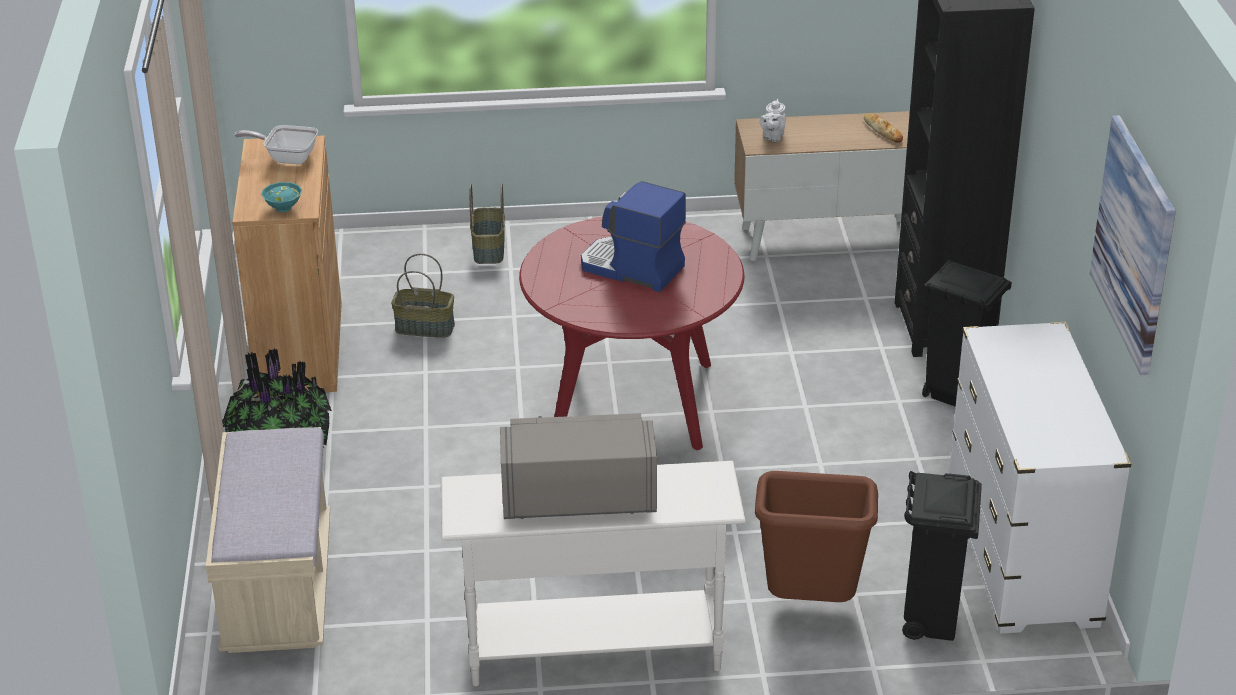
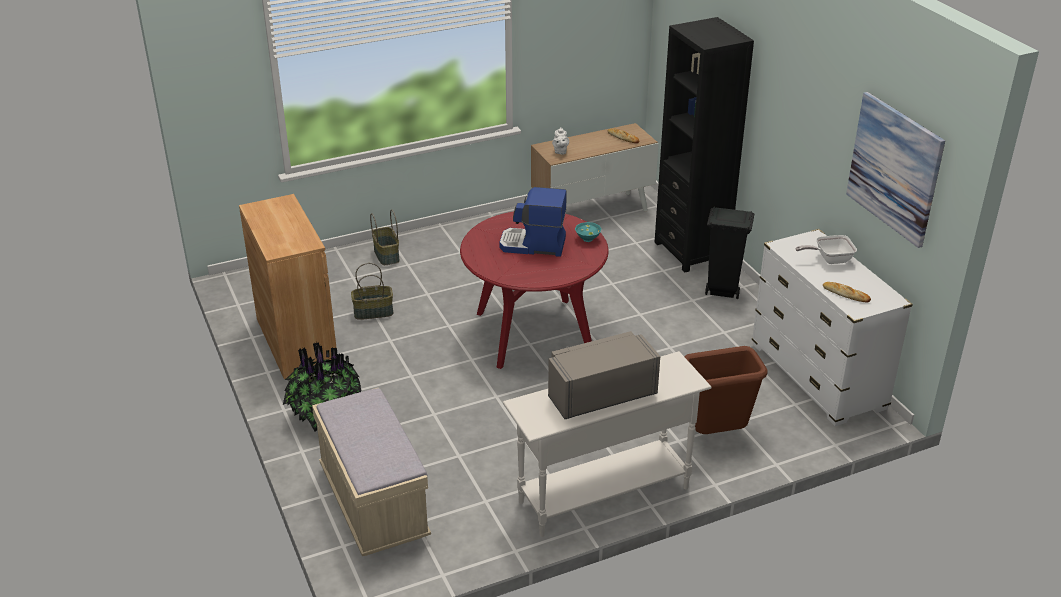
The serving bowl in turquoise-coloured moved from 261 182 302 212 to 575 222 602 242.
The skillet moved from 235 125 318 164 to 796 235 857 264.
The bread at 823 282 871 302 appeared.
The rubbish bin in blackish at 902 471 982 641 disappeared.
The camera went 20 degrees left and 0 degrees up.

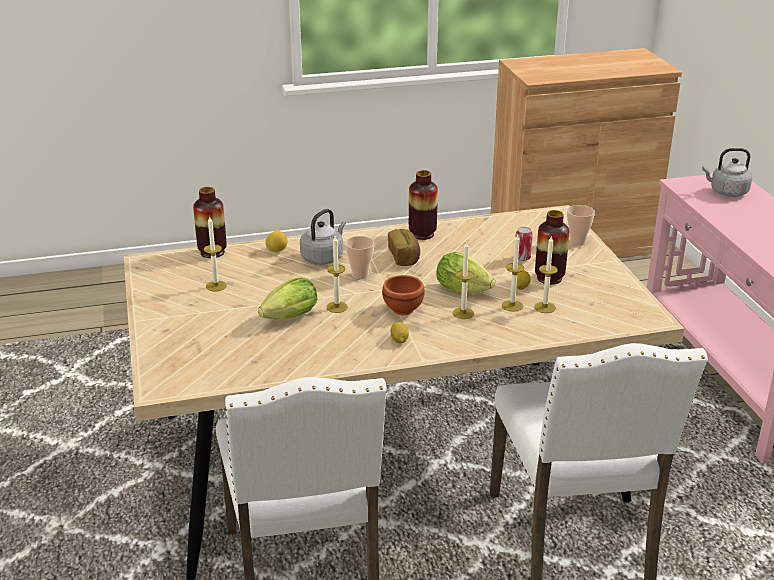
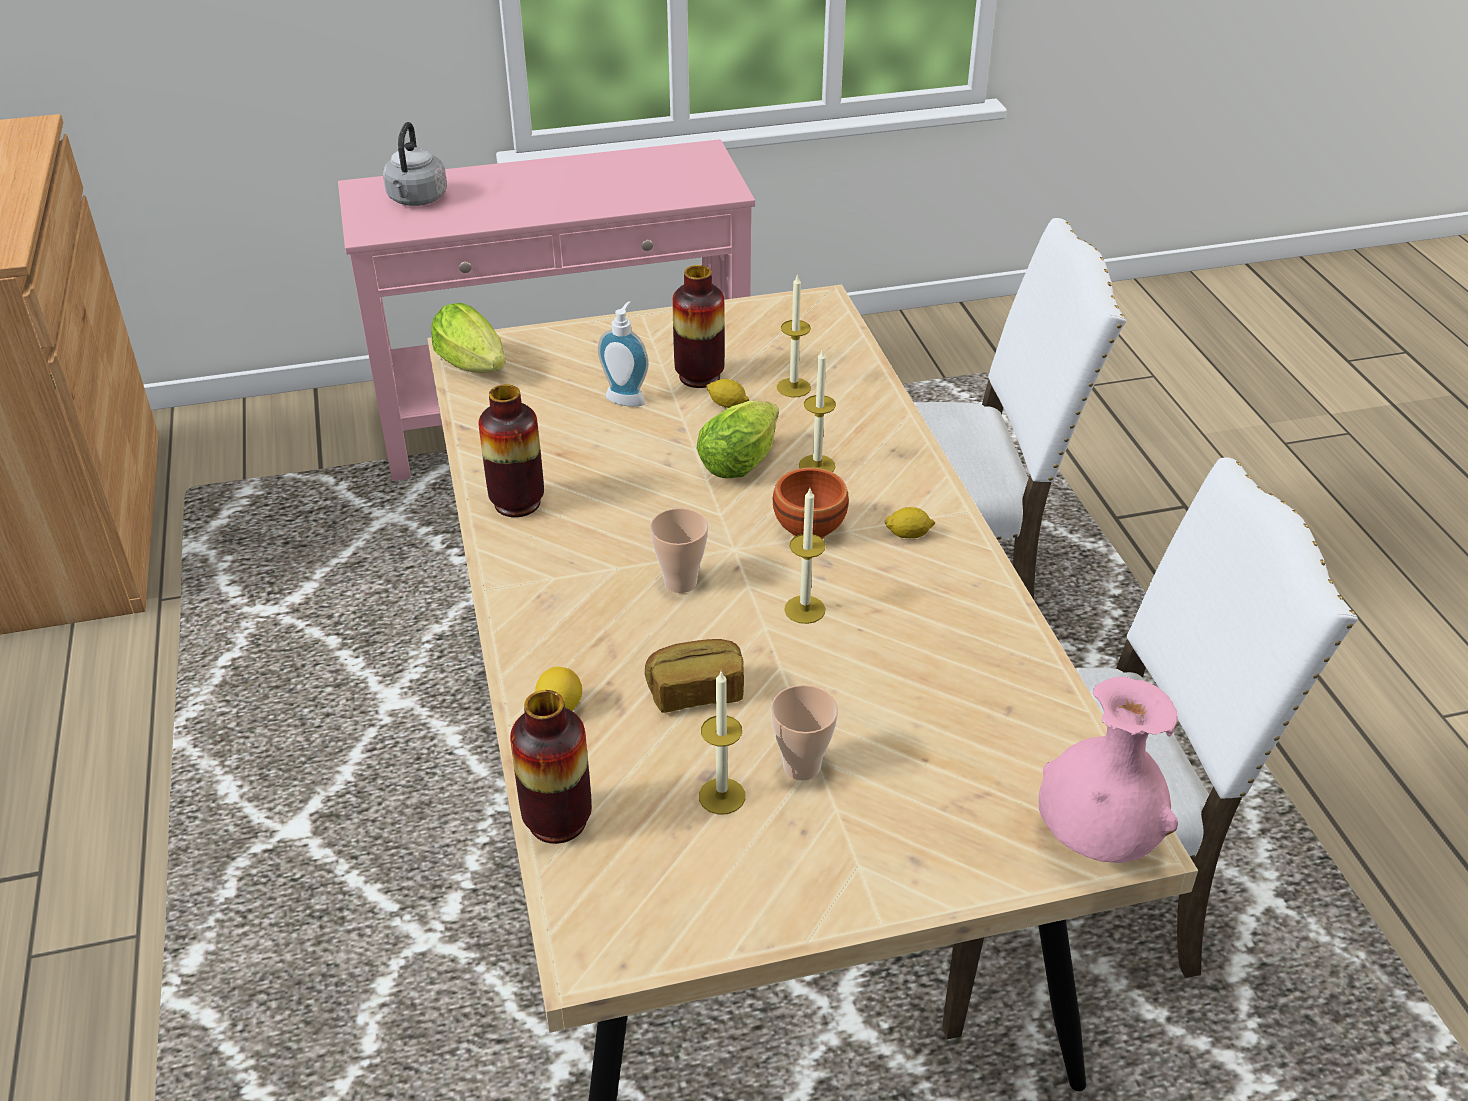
The lettuce head moved from 258 278 317 320 to 431 303 506 373.
The can at 515 227 533 261 was replaced by the soap dispenser at 598 301 649 407.
The bread moved from 388 229 420 266 to 645 639 744 713.
The small cup moved from 567 205 595 246 to 771 685 838 781.
The decorative vase in pink-coloured at 1039 677 1178 863 appeared.
The kettle in greyish at 300 209 346 265 disappeared.
The wax candle at 502 234 524 312 disappeared.
The camera went 90 degrees left and 10 degrees up.

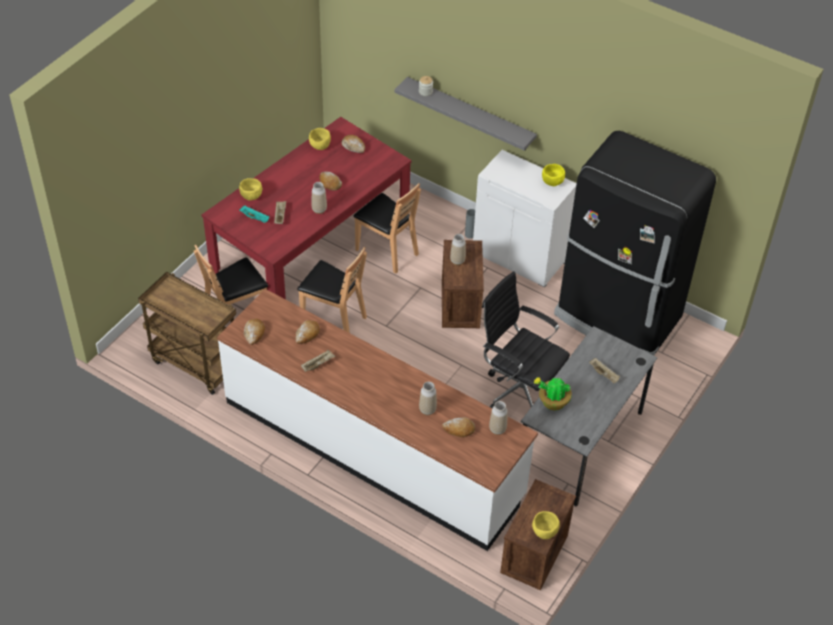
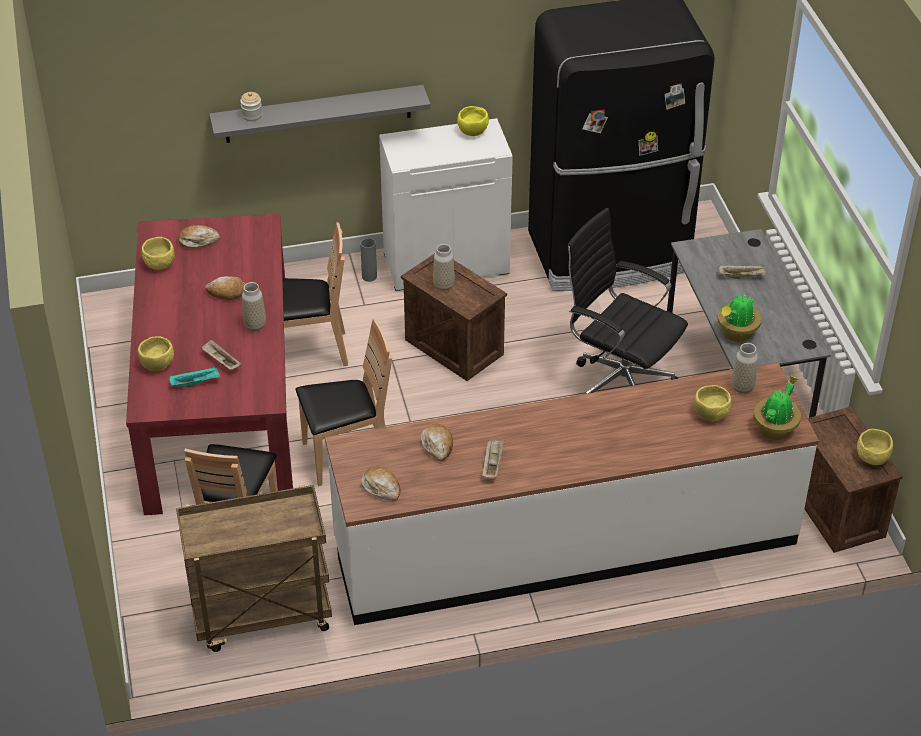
The computer chair in blackish at 482 271 570 408 turned 45 degrees clockwise.
The bread at 442 417 475 437 was replaced by the serving bowl in yellow at 694 385 731 421.
The plant in a pot at 753 375 801 440 appeared.
The decorative vase at 419 382 437 415 disappeared.
The camera went 45 degrees left and 5 degrees down.

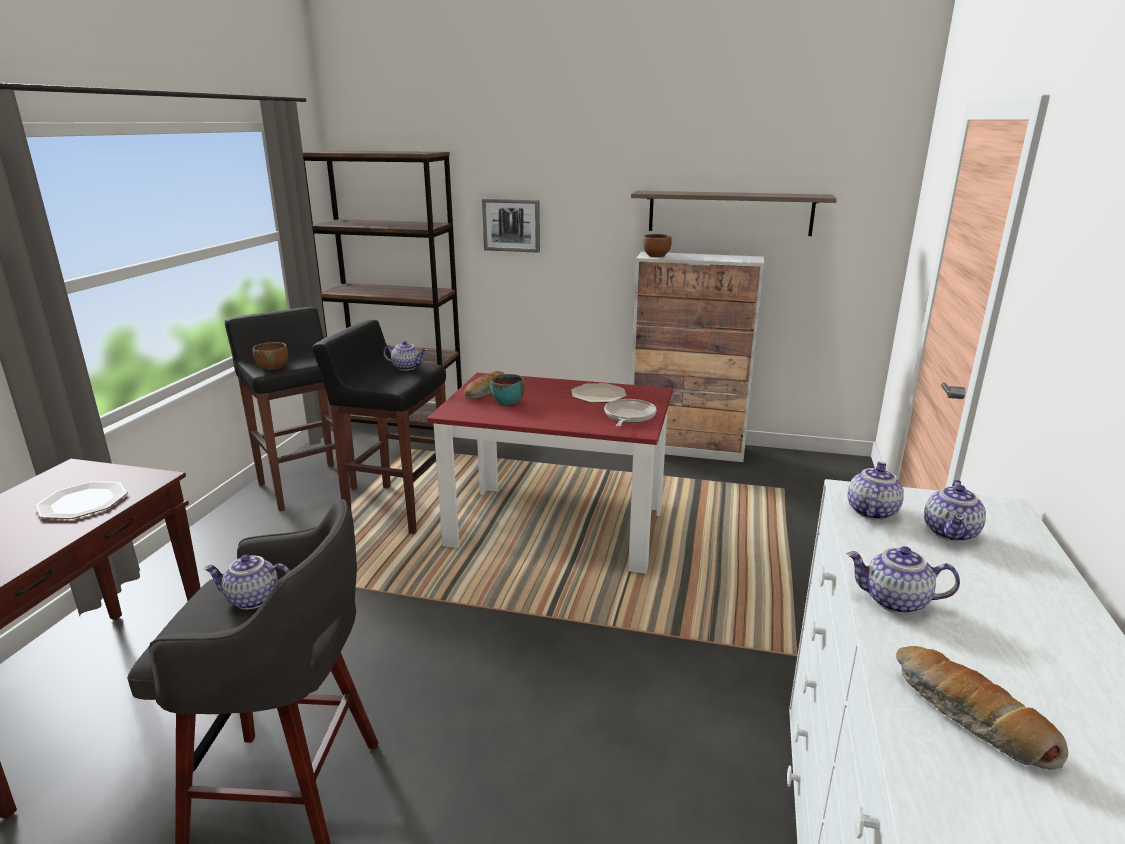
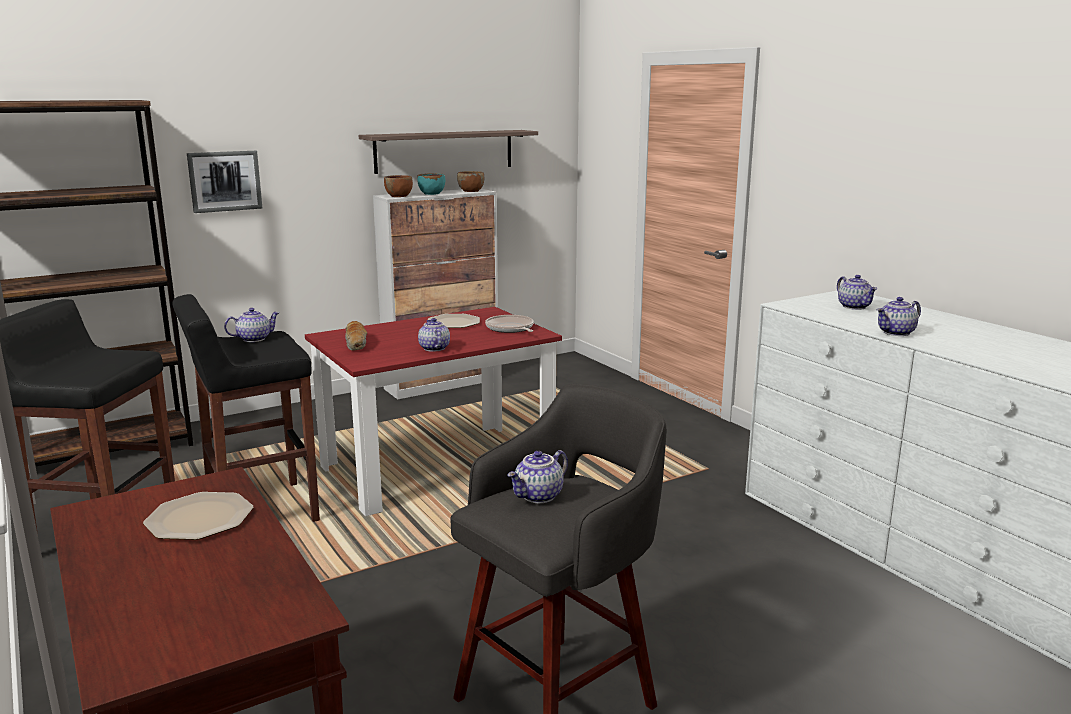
The serving bowl in turquoise-coloured moved from 490 374 525 405 to 417 173 445 195.
The teapot moved from 847 462 904 520 to 418 318 450 352.
The serving bowl in brown moved from 253 342 288 370 to 457 171 484 192.
The bread at 896 646 1068 770 disappeared.
The camera went 45 degrees left and 5 degrees down.

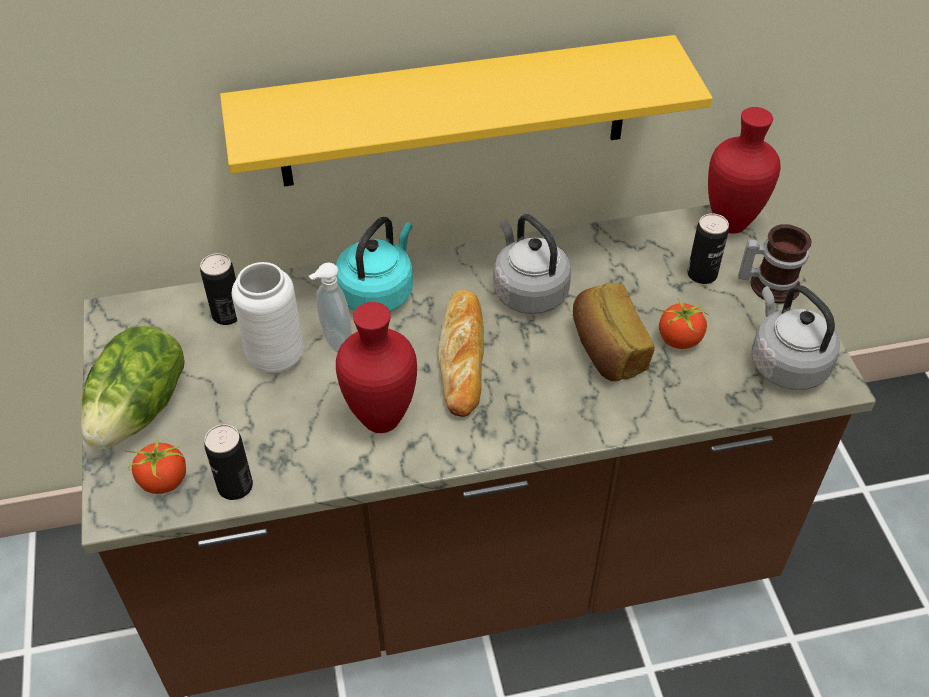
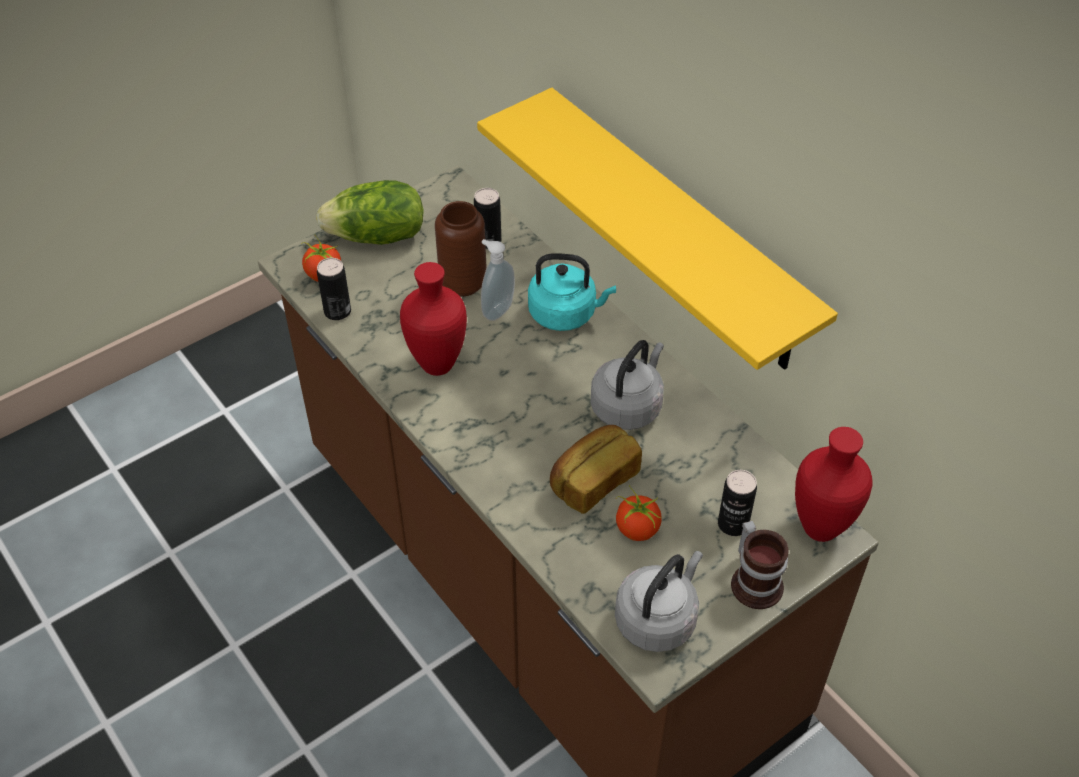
The decorative vase in whitish at 232 262 304 374 became the decorative vase in brown at 435 201 487 296.
The bread at 438 289 484 417 disappeared.
The camera went 65 degrees right and 0 degrees up.

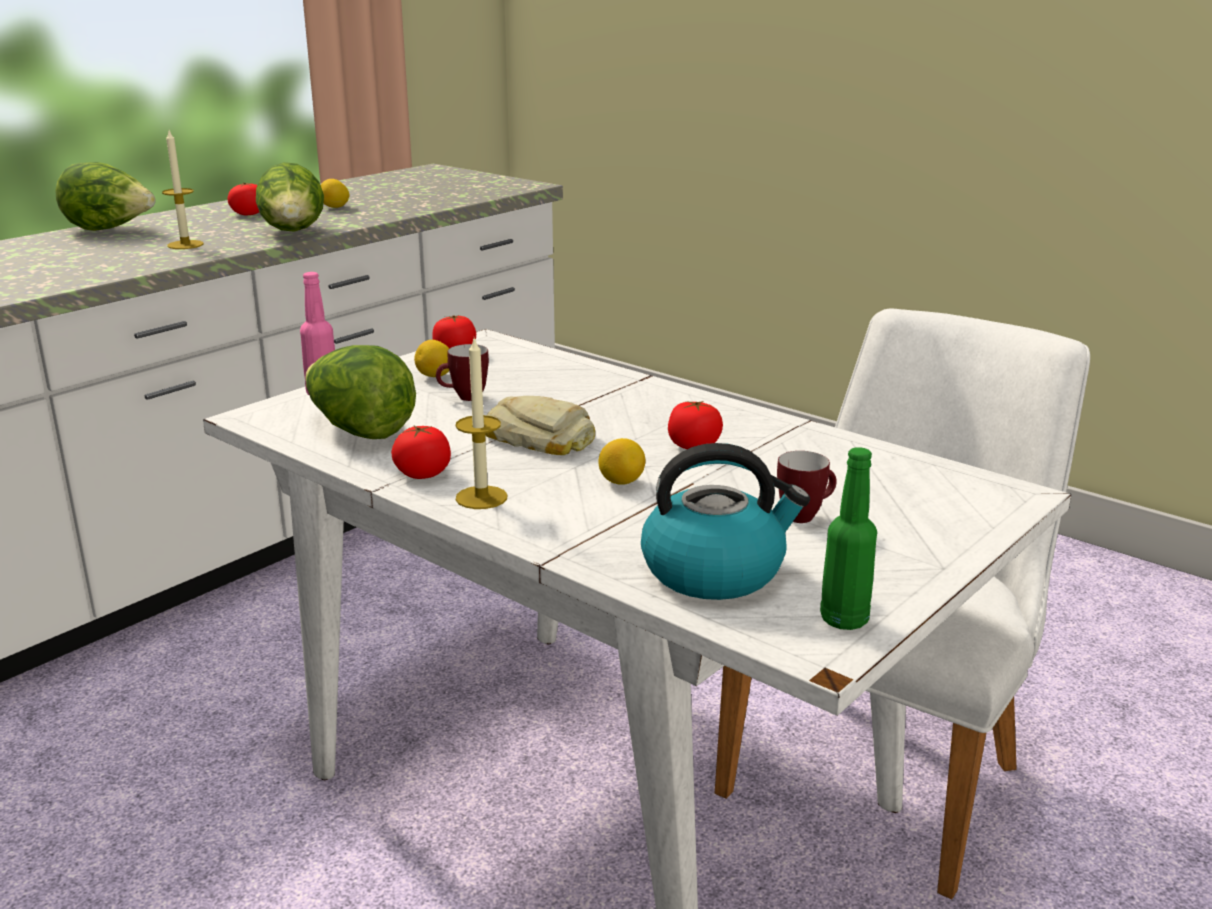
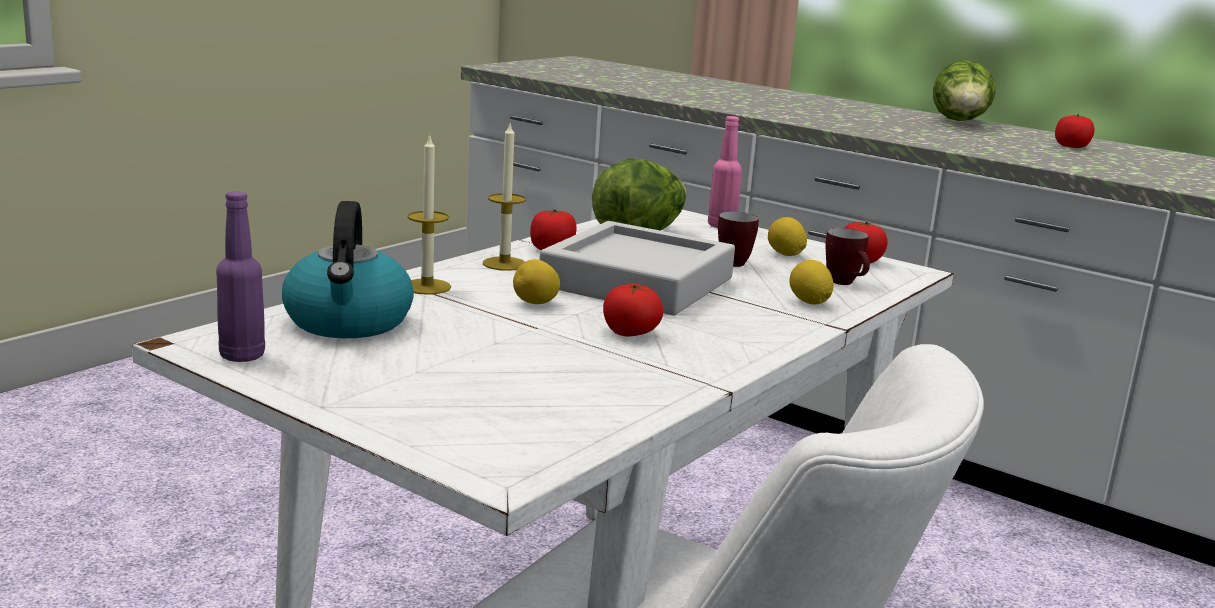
The bottle in greenish at 820 447 877 630 became the bottle in purple at 216 191 265 362.
The wax candle moved from 162 131 204 249 to 407 134 451 295.
The bread at 485 396 595 455 was replaced by the serving tray in greyish at 539 221 735 315.
The lemon moved from 321 179 349 208 to 789 260 833 305.
The tea mug moved from 777 451 837 523 to 826 228 870 285.
The lettuce head at 256 162 324 232 disappeared.
The camera went 85 degrees right and 5 degrees down.

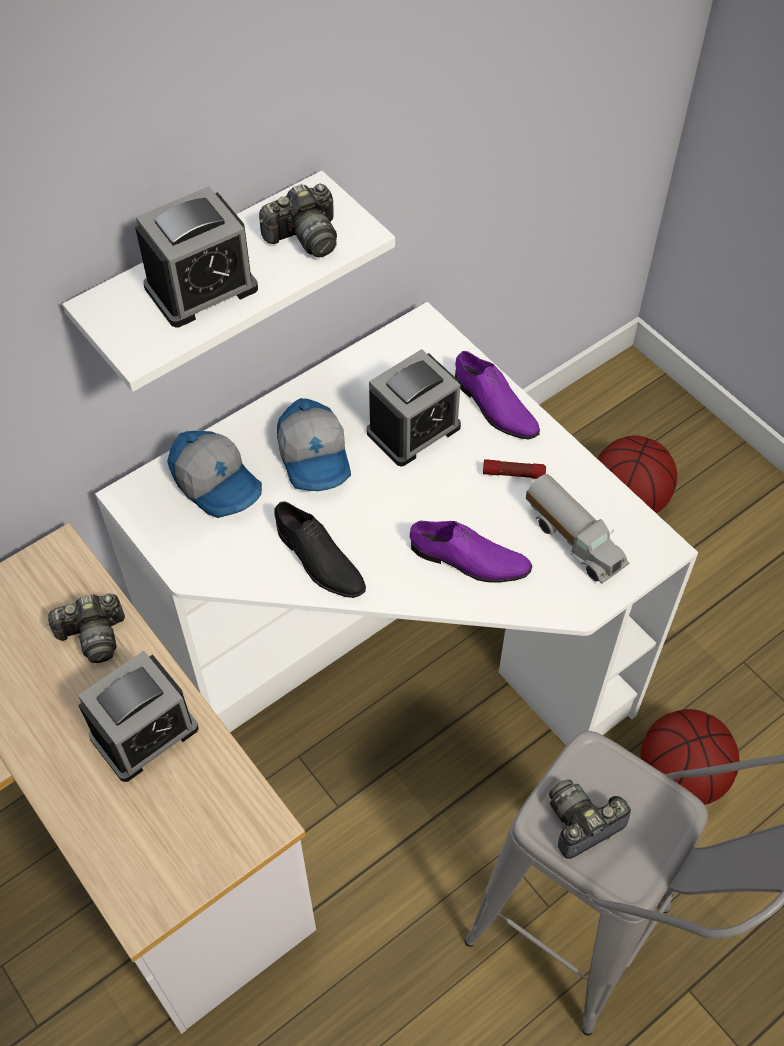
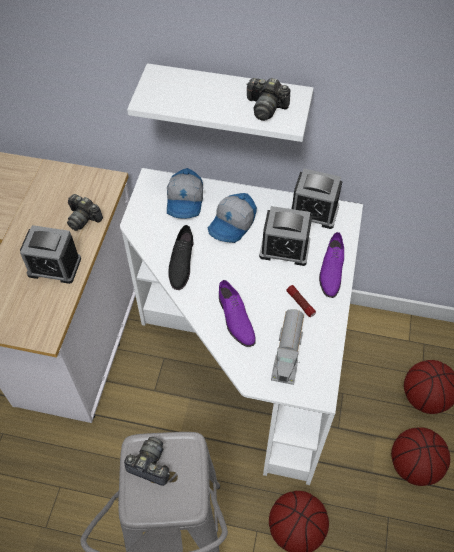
The bedside clock moved from 135 186 258 327 to 291 169 343 229.
The basketball at 391 427 450 486 appeared.
The camera went 50 degrees right and 0 degrees up.

